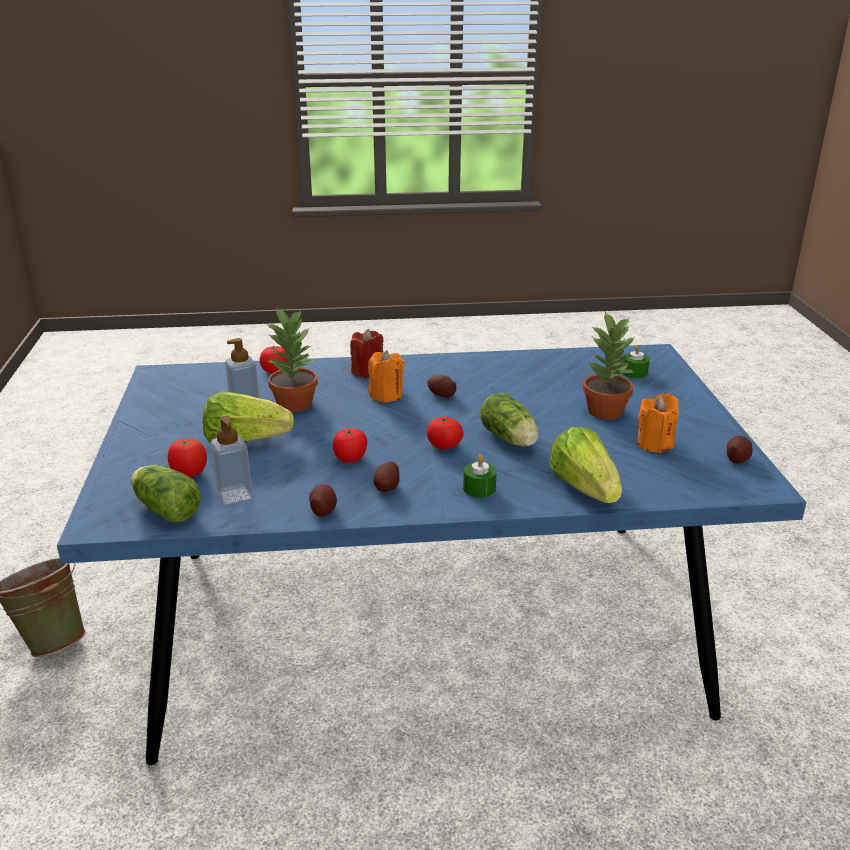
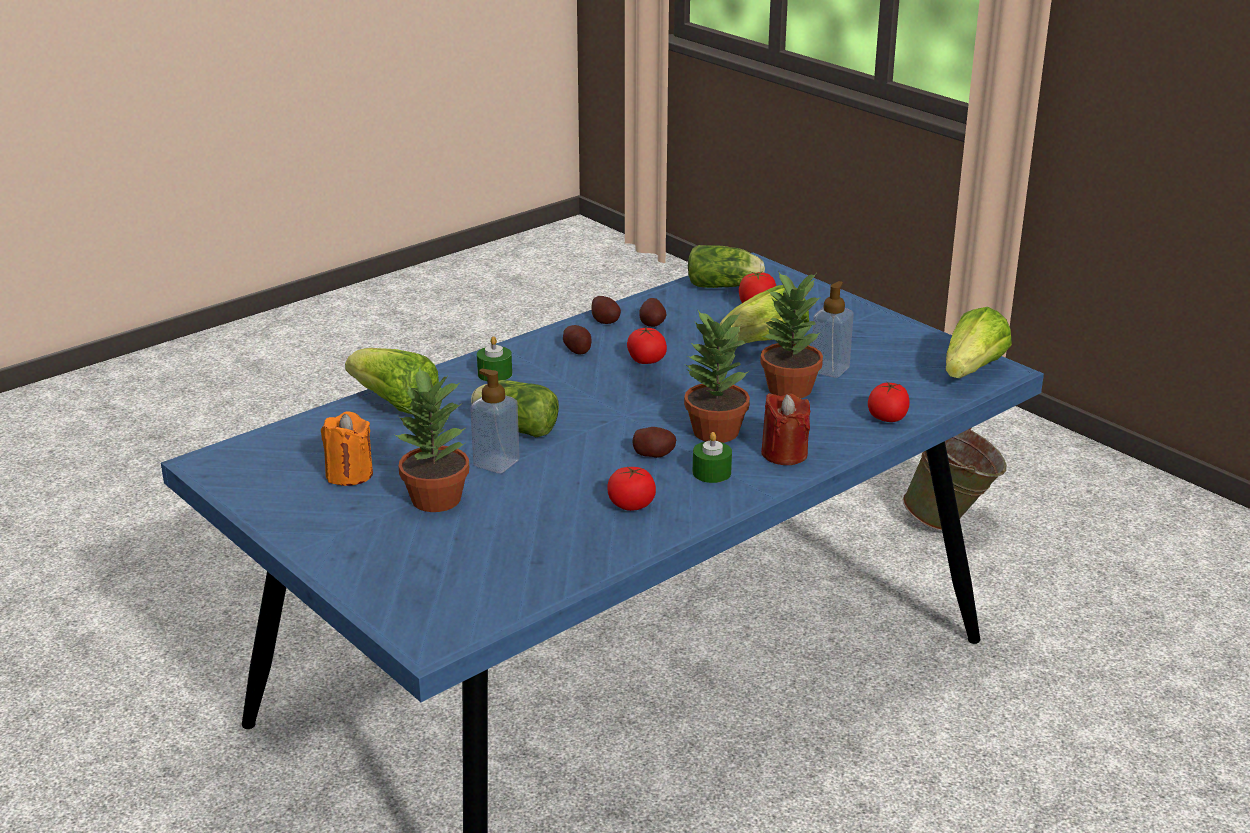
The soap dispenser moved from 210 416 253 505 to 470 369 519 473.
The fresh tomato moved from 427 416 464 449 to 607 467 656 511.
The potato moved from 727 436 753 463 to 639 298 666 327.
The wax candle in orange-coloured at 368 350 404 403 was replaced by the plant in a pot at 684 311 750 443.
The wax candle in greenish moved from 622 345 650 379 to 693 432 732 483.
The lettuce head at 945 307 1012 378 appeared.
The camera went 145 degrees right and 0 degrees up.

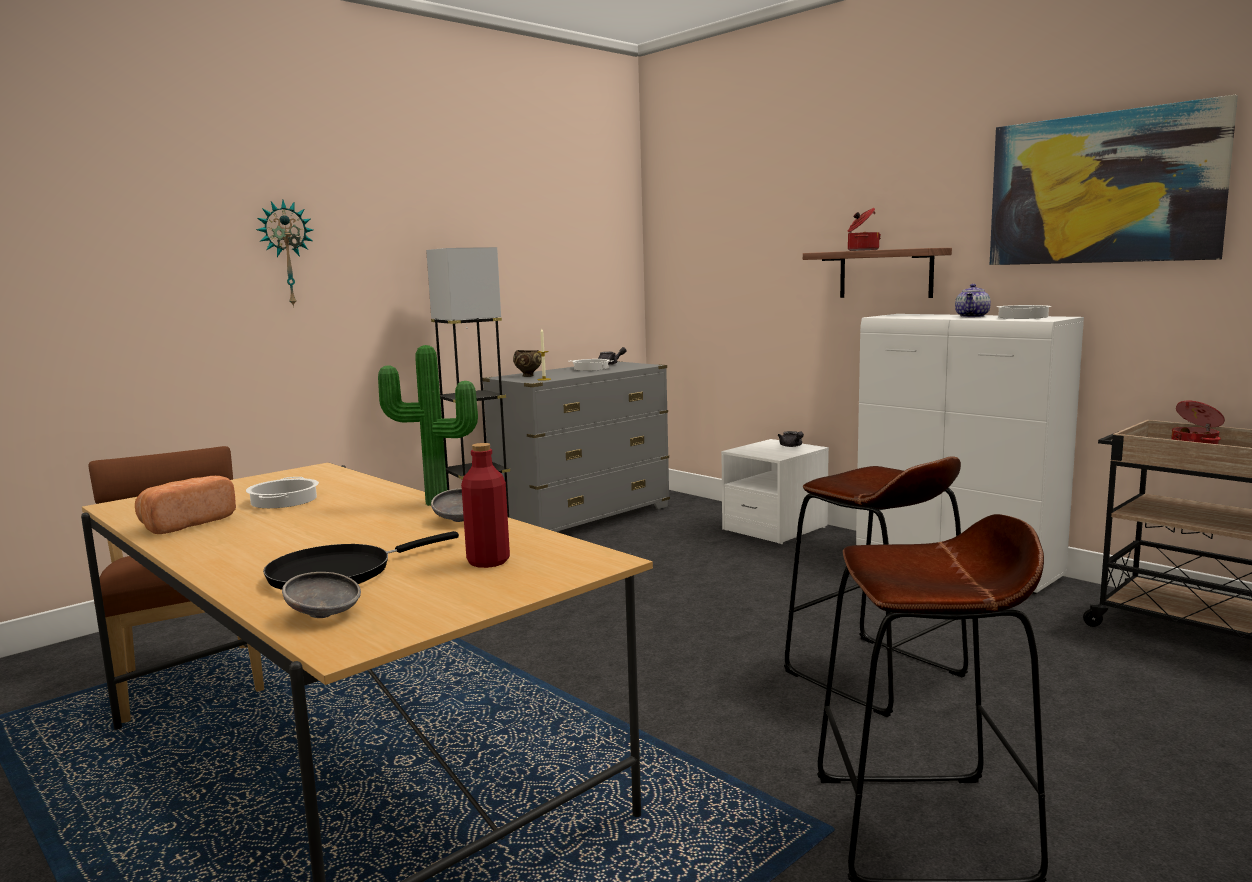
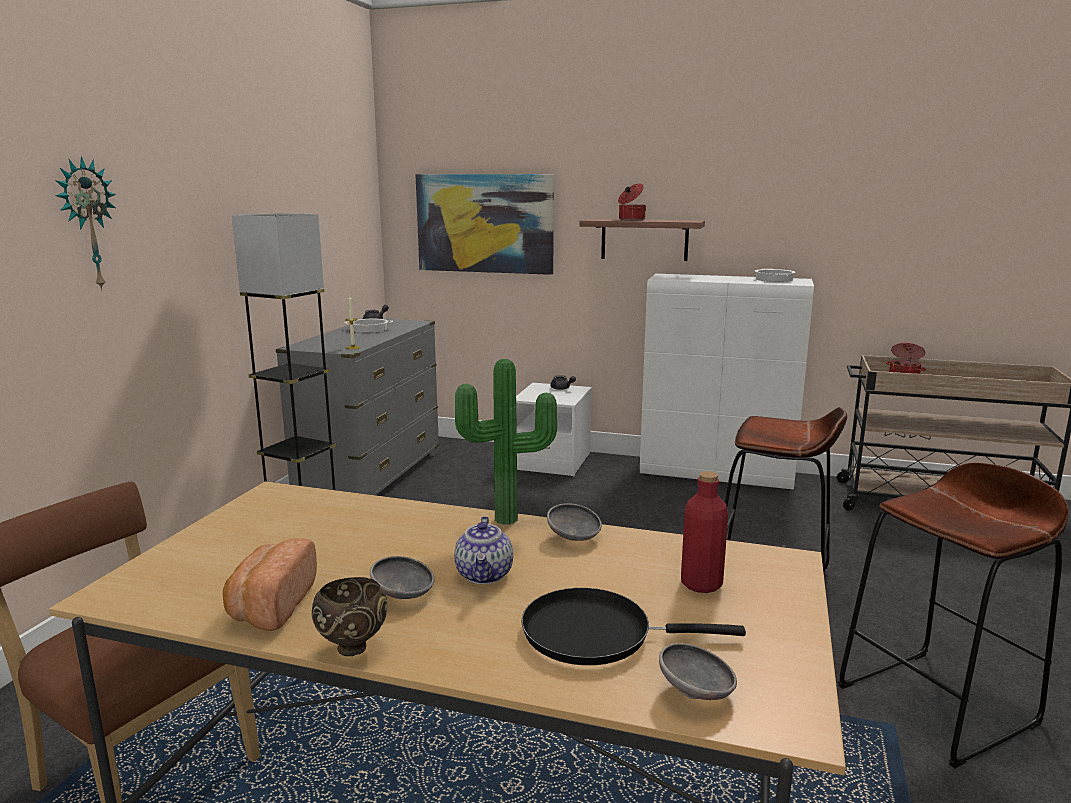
The serving bowl in brown moved from 513 350 542 377 to 312 577 388 656.
The serving bowl in greyish at 370 556 435 599 appeared.
The picture moved from 990 95 1238 265 to 416 174 554 275.
The teapot moved from 955 284 991 317 to 454 516 513 584.
The skillet in blackish at 263 531 459 590 turned 75 degrees clockwise.
The stockpot at 246 477 319 508 disappeared.
The camera went 30 degrees left and 5 degrees up.

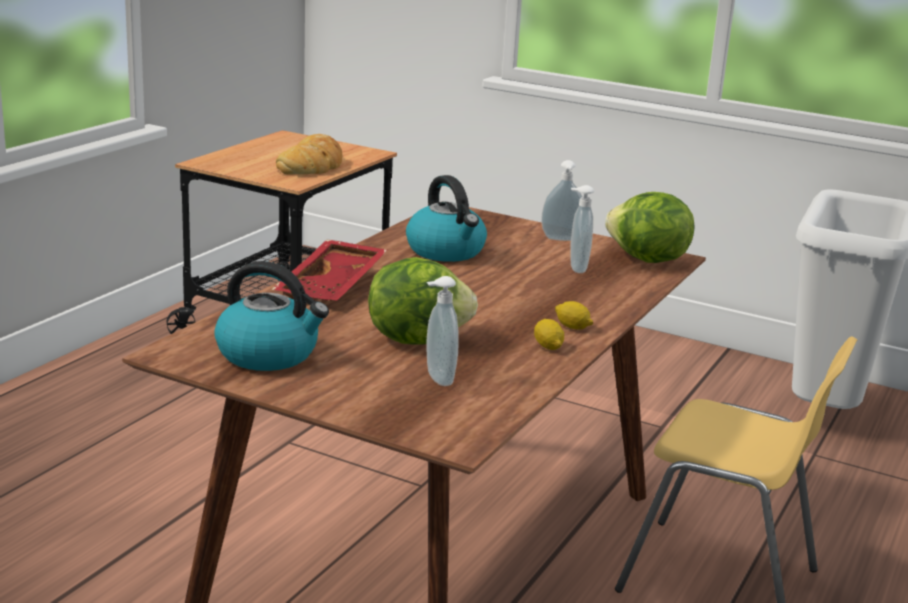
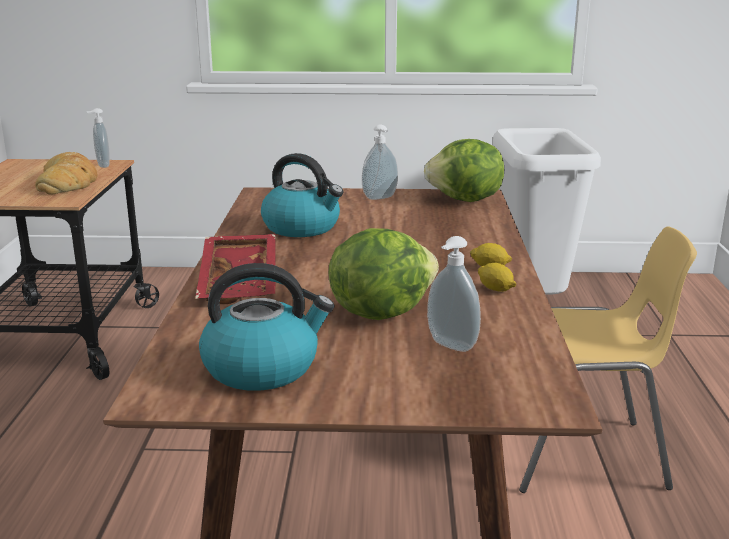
The soap dispenser moved from 570 185 594 273 to 86 108 110 168.
The camera went 25 degrees left and 0 degrees up.

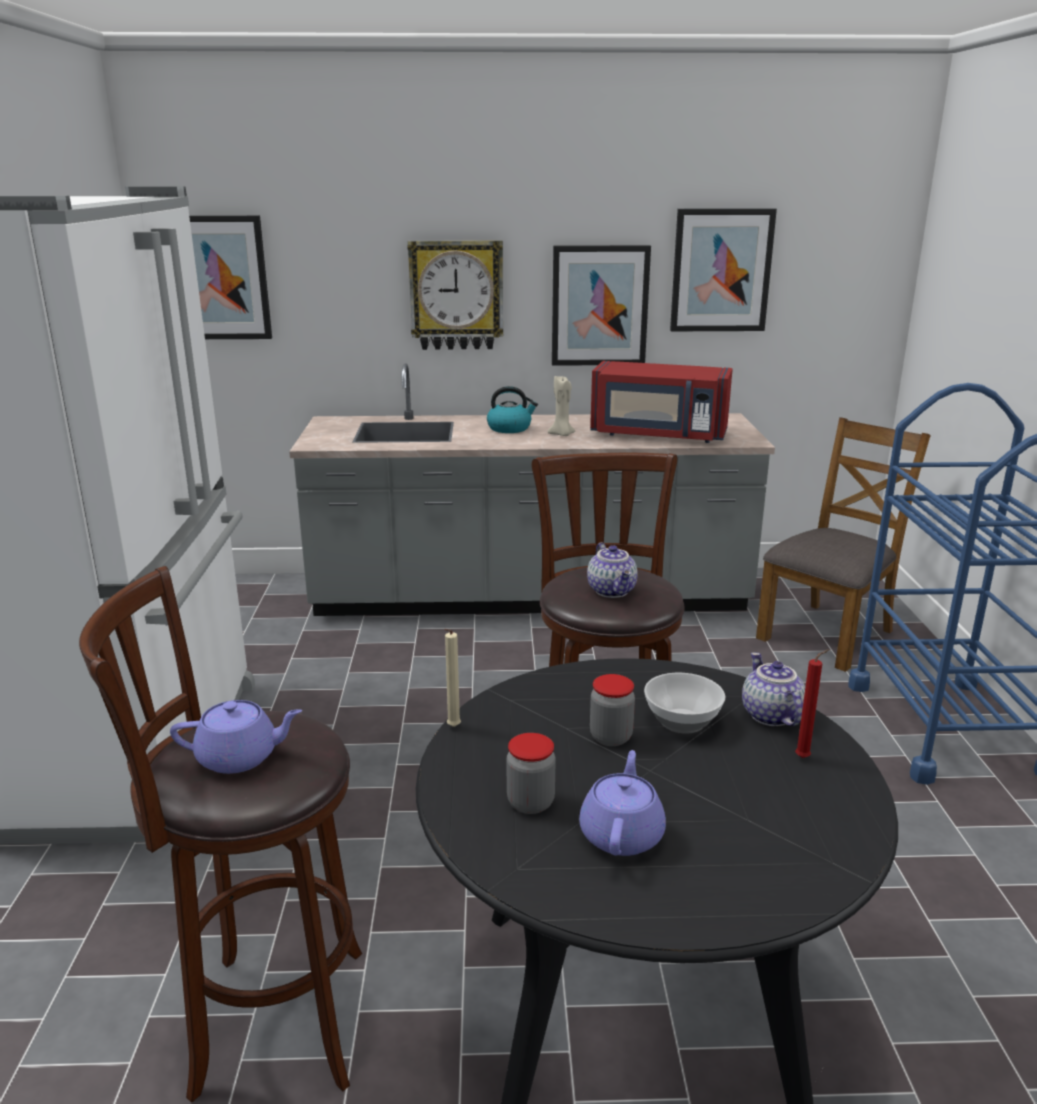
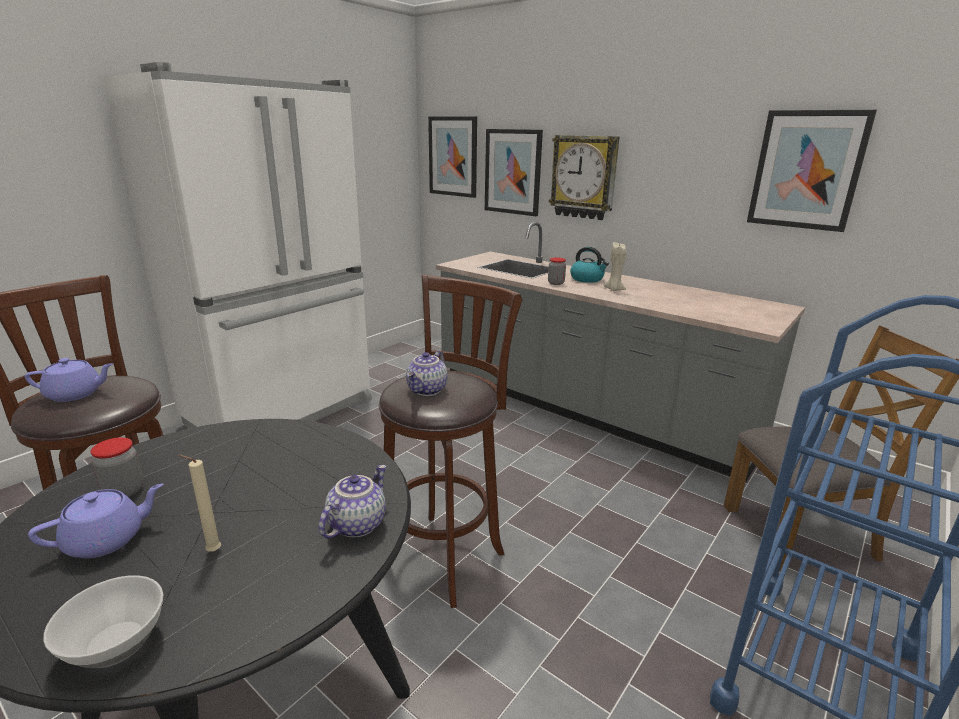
The teapot in purple at 170 700 302 774 turned 45 degrees counterclockwise.
The serving bowl moved from 644 673 725 734 to 43 575 163 668.
The wax candle in beige-coloured moved from 444 629 461 727 to 178 455 221 551.
The picture moved from 552 245 651 366 to 485 129 543 216.
The jar moved from 590 674 635 746 to 548 257 566 285.
The microwave in red at 590 361 733 443 disappeared.
The wax candle in red at 795 649 829 758 disappeared.
The camera went 40 degrees right and 0 degrees up.

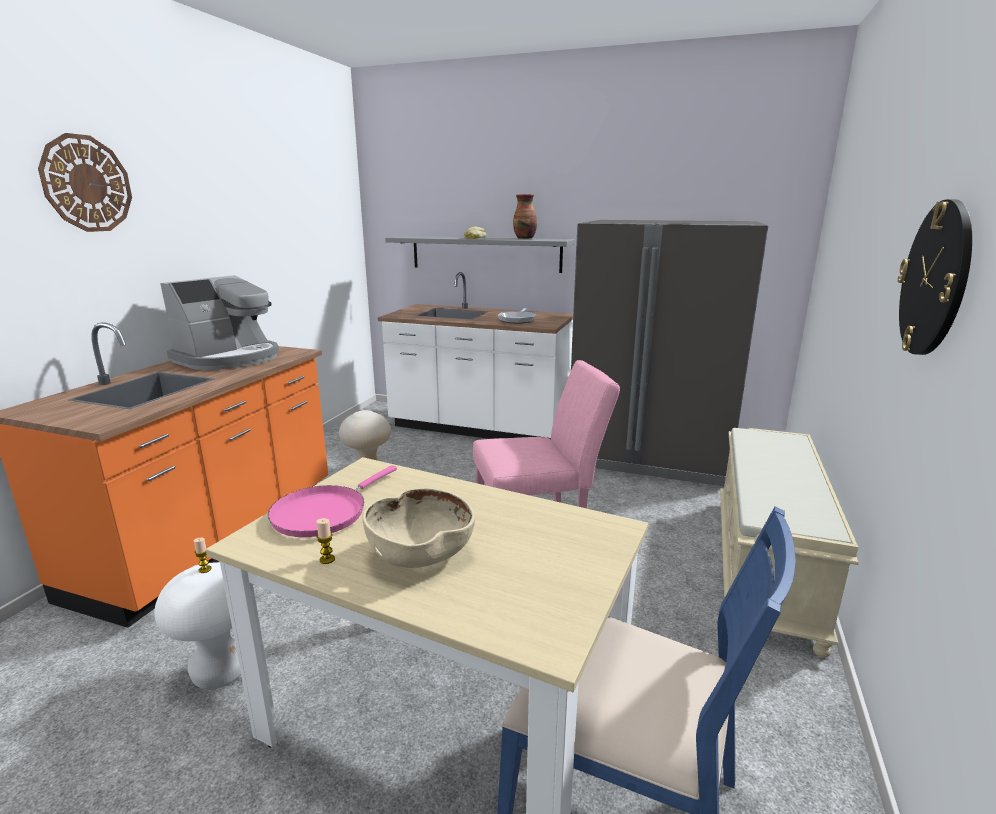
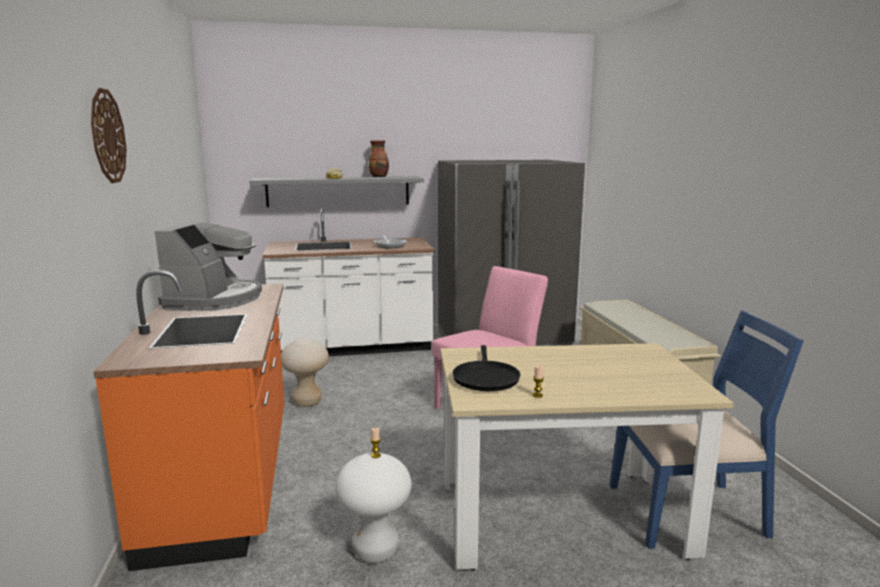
The skillet in pink-coloured at 268 465 397 537 became the skillet in blackish at 452 345 521 391.
The serving bowl in beige-coloured at 363 488 475 568 disappeared.
The hanging clock at 898 199 972 355 disappeared.
The camera went 30 degrees left and 5 degrees down.

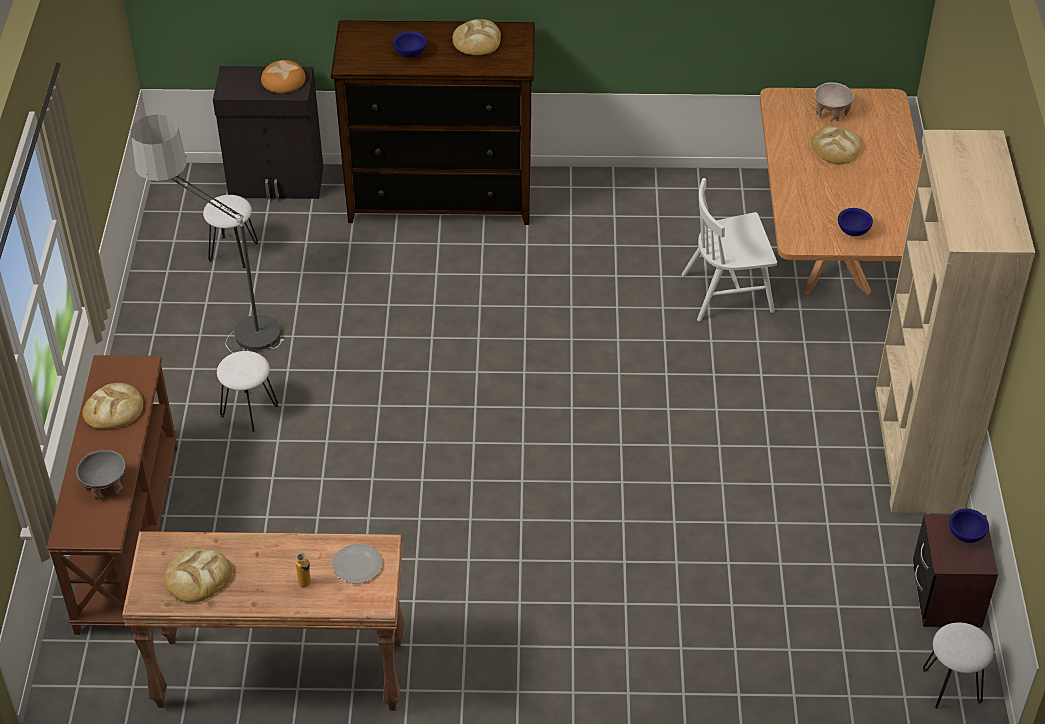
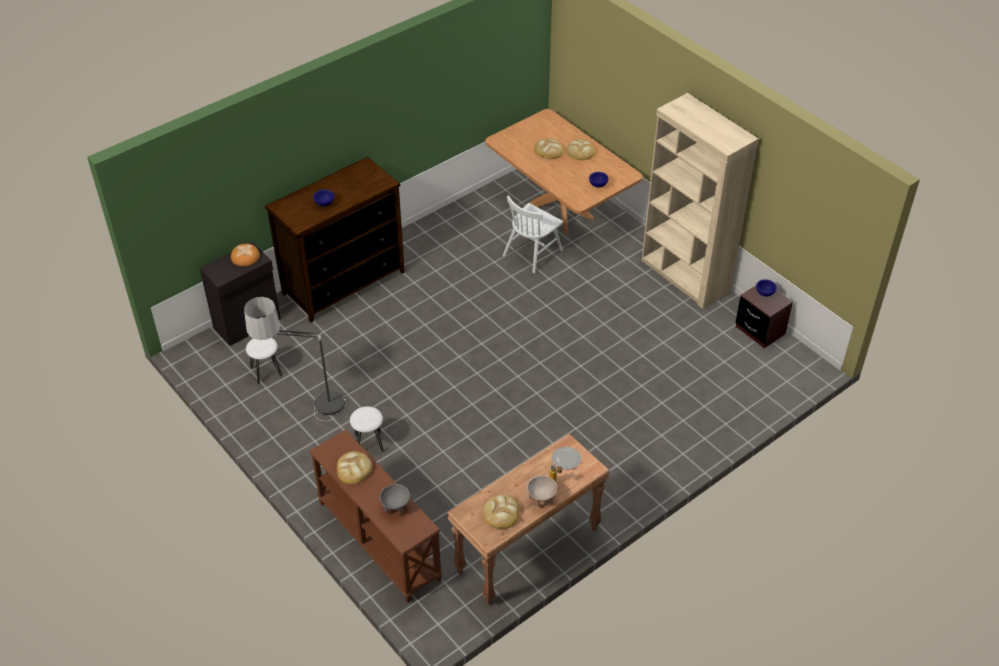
The serving bowl in beige-coloured moved from 814 82 854 122 to 527 475 557 507.
The bread moved from 452 19 501 55 to 567 139 595 160.
The sitting stool in whitish at 922 622 994 709 disappeared.
The camera went 40 degrees left and 0 degrees up.

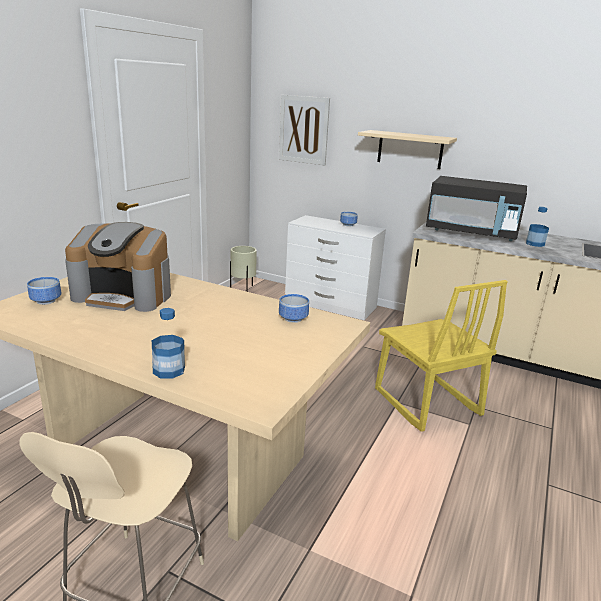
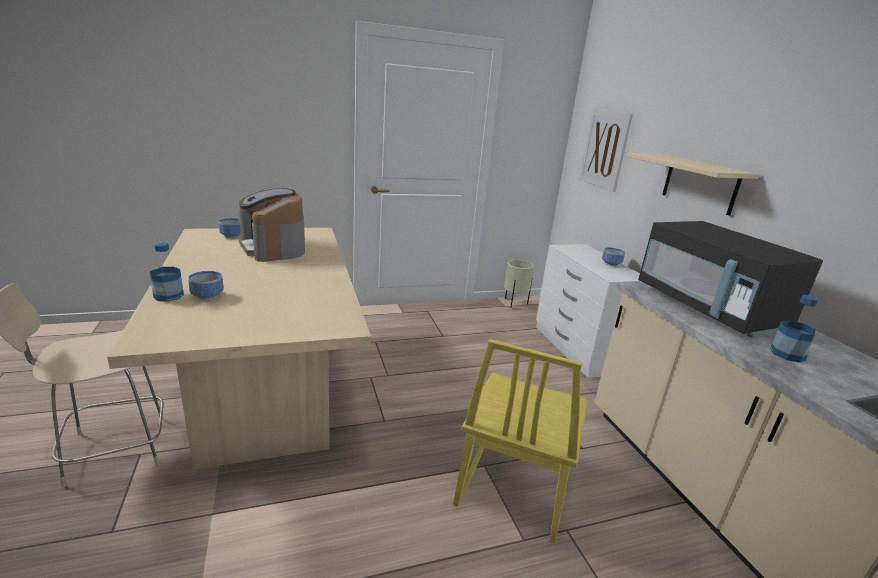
The serving bowl moved from 279 294 309 323 to 188 271 224 300.
The camera went 45 degrees right and 0 degrees up.

